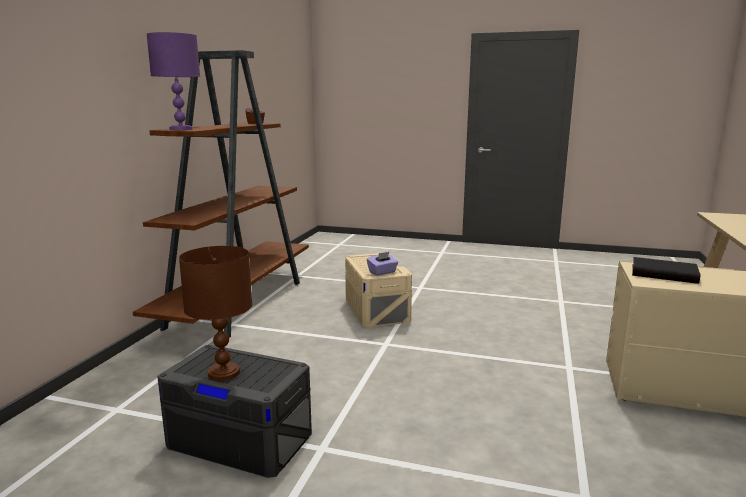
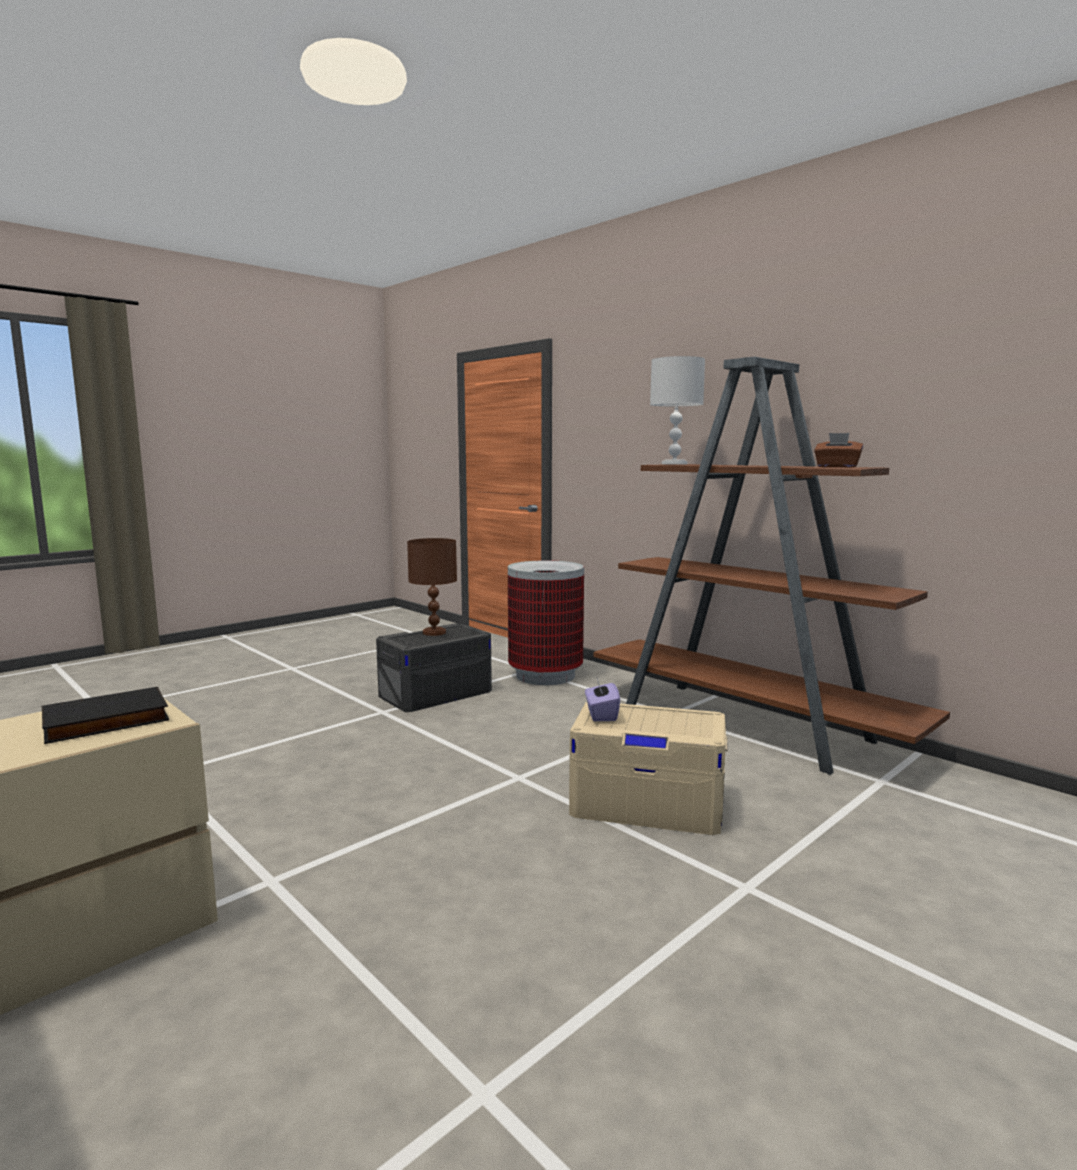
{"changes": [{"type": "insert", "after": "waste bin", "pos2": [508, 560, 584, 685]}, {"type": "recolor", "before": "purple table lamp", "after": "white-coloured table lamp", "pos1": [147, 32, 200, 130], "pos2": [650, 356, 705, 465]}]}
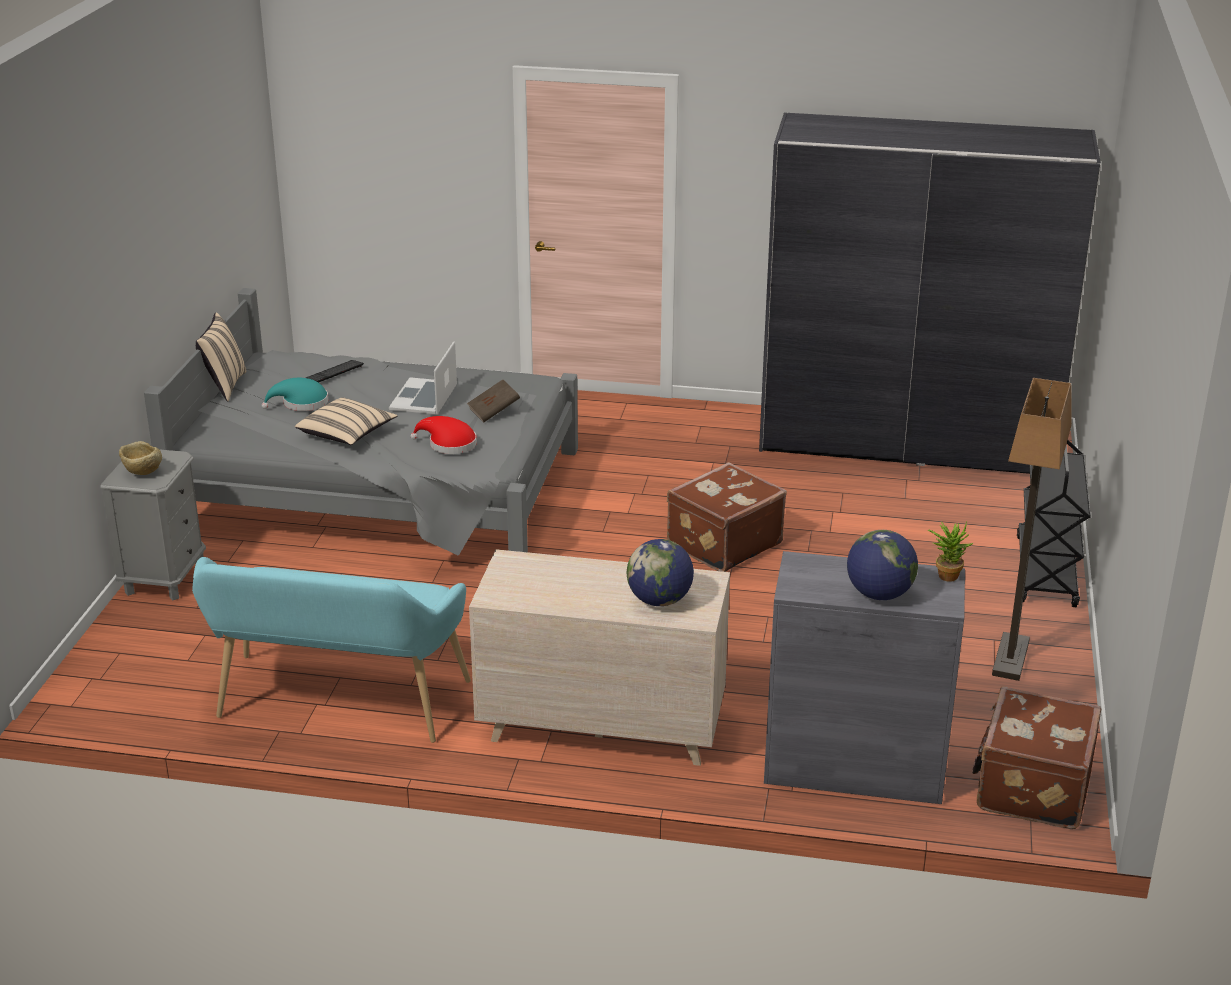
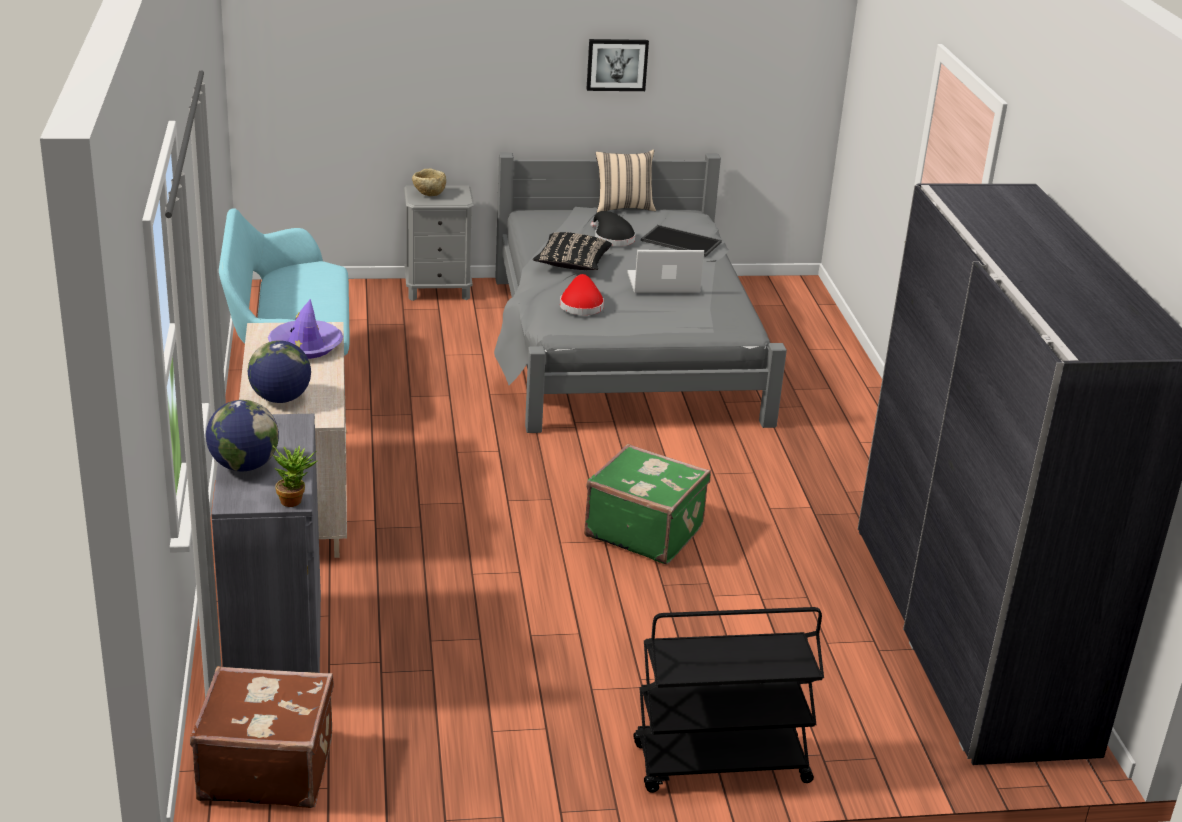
{"changes": [{"type": "insert", "after": "purple wearable hat", "pos2": [268, 299, 343, 359]}, {"type": "recolor", "before": "beige cushion", "after": "black cushion", "pos1": [295, 397, 397, 445], "pos2": [533, 232, 612, 270]}, {"type": "recolor", "before": "brown travel case", "after": "greenish travel case", "pos1": [667, 462, 787, 572], "pos2": [584, 444, 711, 564]}, {"type": "insert", "after": "wall picture", "pos2": [587, 39, 649, 91]}, {"type": "recolor", "before": "turquoise wearable hat", "after": "black wearable hat", "pos1": [262, 378, 328, 411], "pos2": [591, 211, 635, 246]}, {"type": "replace", "before": "keyboard", "after": "serving tray", "pos1": [306, 360, 364, 383], "pos2": [641, 225, 722, 257]}, {"type": "delete", "before": "brown book", "pos1": [467, 380, 520, 422]}, {"type": "delete", "before": "floor lamp", "pos1": [992, 378, 1072, 681]}]}
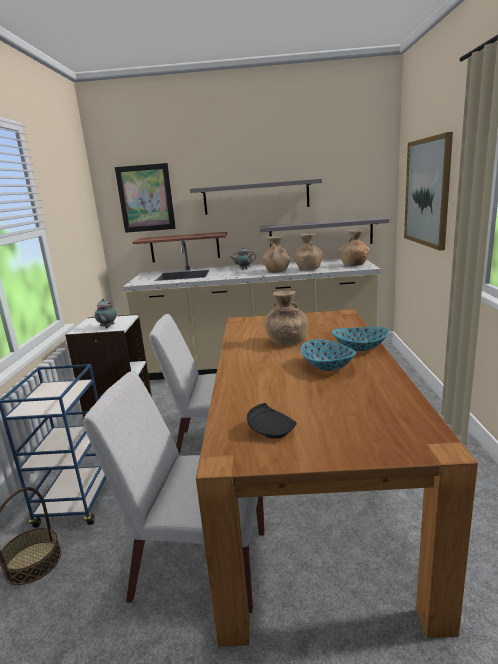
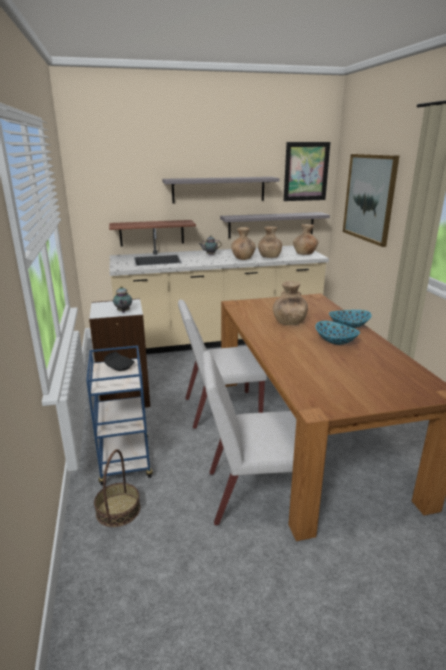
{"changes": [{"type": "move", "before": "black dinner plate", "pos1": [247, 403, 297, 438], "pos2": [104, 351, 135, 371]}, {"type": "move", "before": "wall picture", "pos1": [115, 163, 176, 233], "pos2": [284, 142, 330, 201]}]}
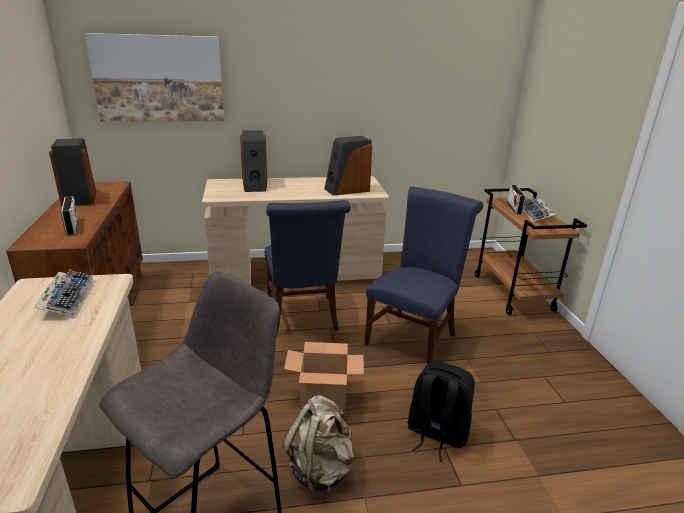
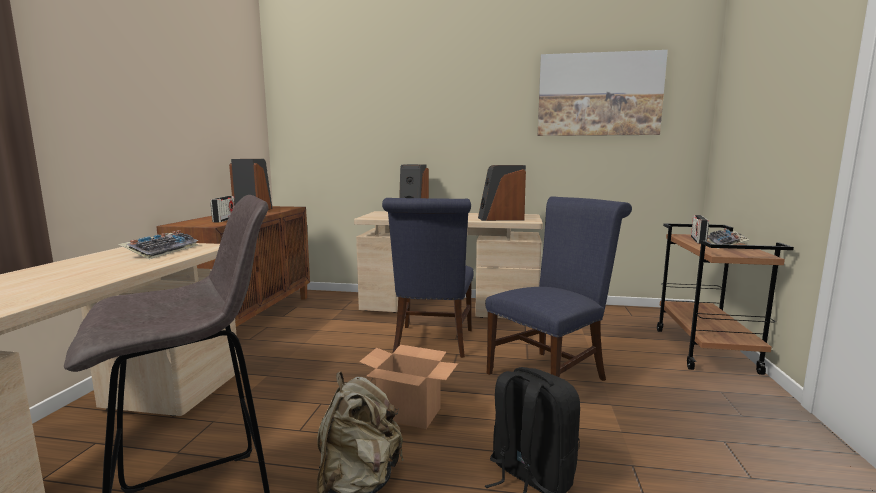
{"changes": [{"type": "move", "before": "wall picture", "pos1": [85, 33, 224, 122], "pos2": [538, 50, 668, 136]}]}
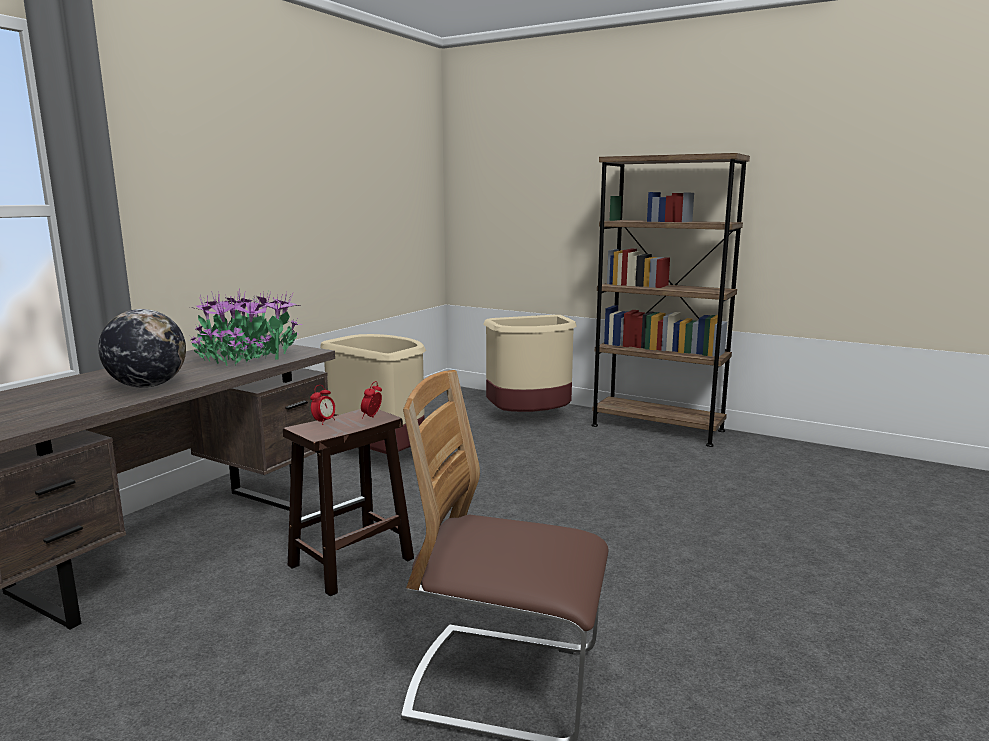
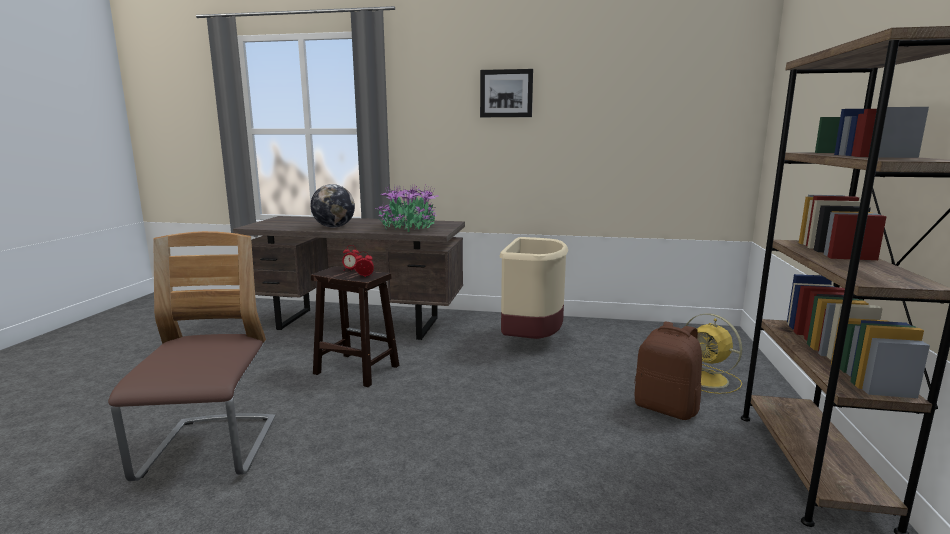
{"changes": [{"type": "insert", "after": "wall picture", "pos2": [480, 69, 533, 117]}, {"type": "insert", "after": "brown rucksack", "pos2": [635, 321, 702, 420]}, {"type": "replace", "before": "beige waste bin", "after": "yellow cooling fan", "pos1": [483, 315, 577, 412], "pos2": [685, 313, 743, 394]}]}
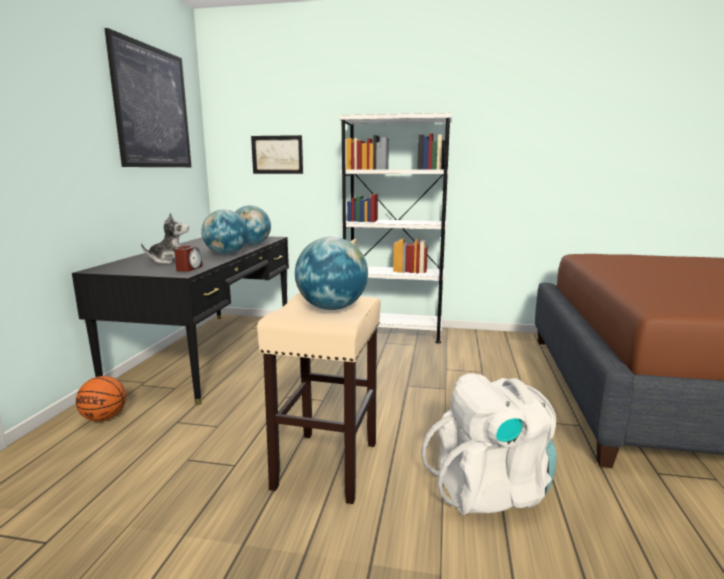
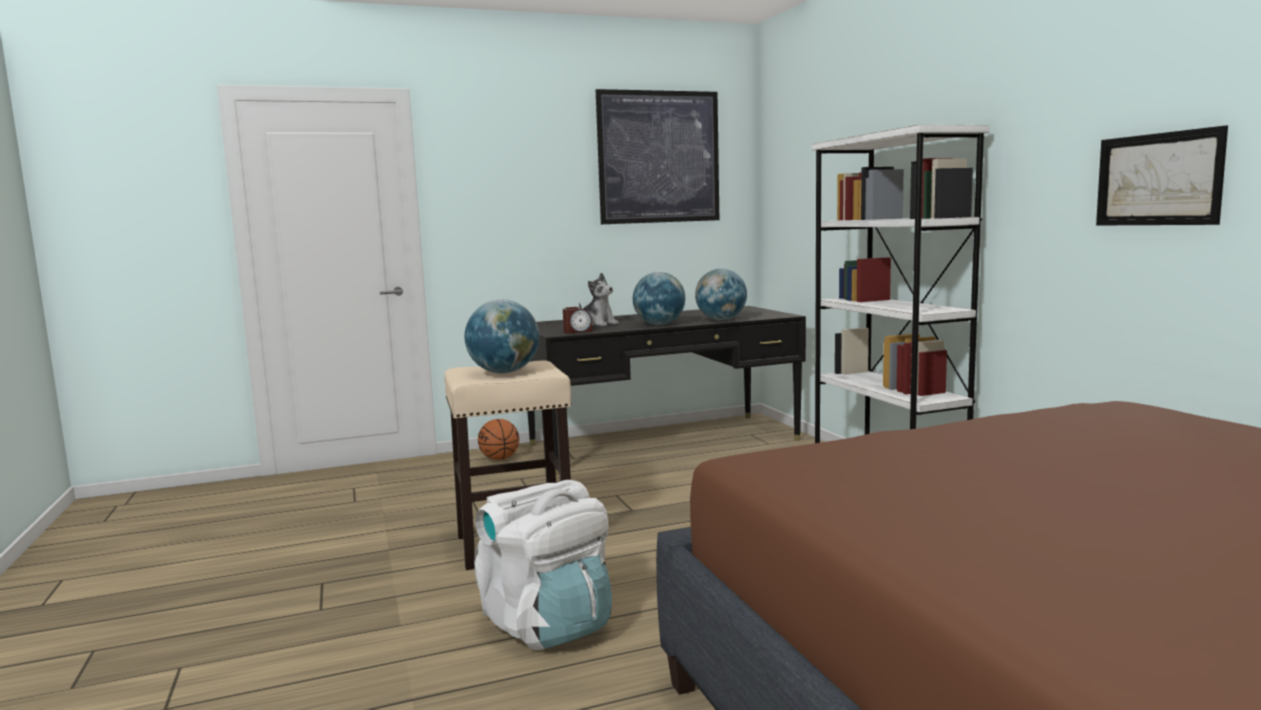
{"changes": [{"type": "move", "before": "wall picture", "pos1": [251, 135, 303, 174], "pos2": [1096, 125, 1228, 225]}]}
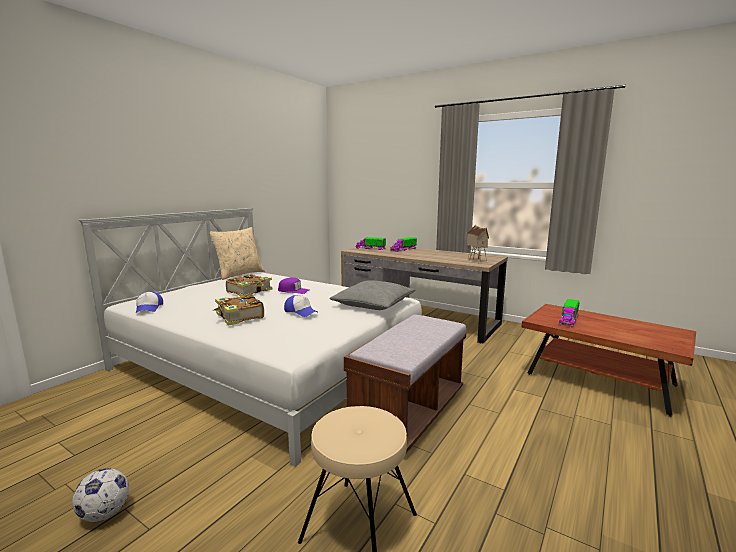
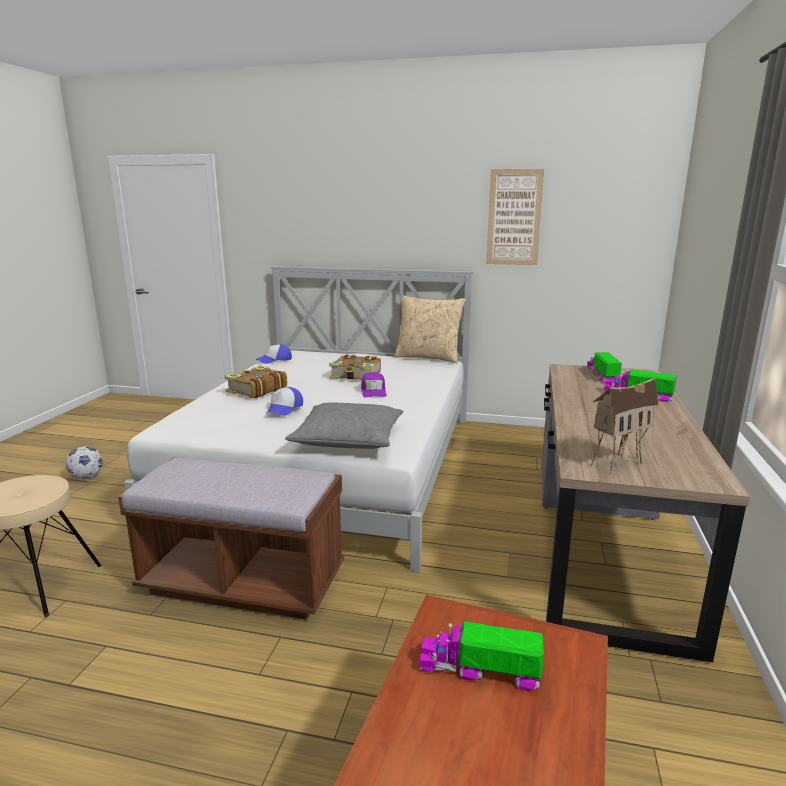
{"changes": [{"type": "insert", "after": "wall picture", "pos2": [486, 169, 544, 265]}]}
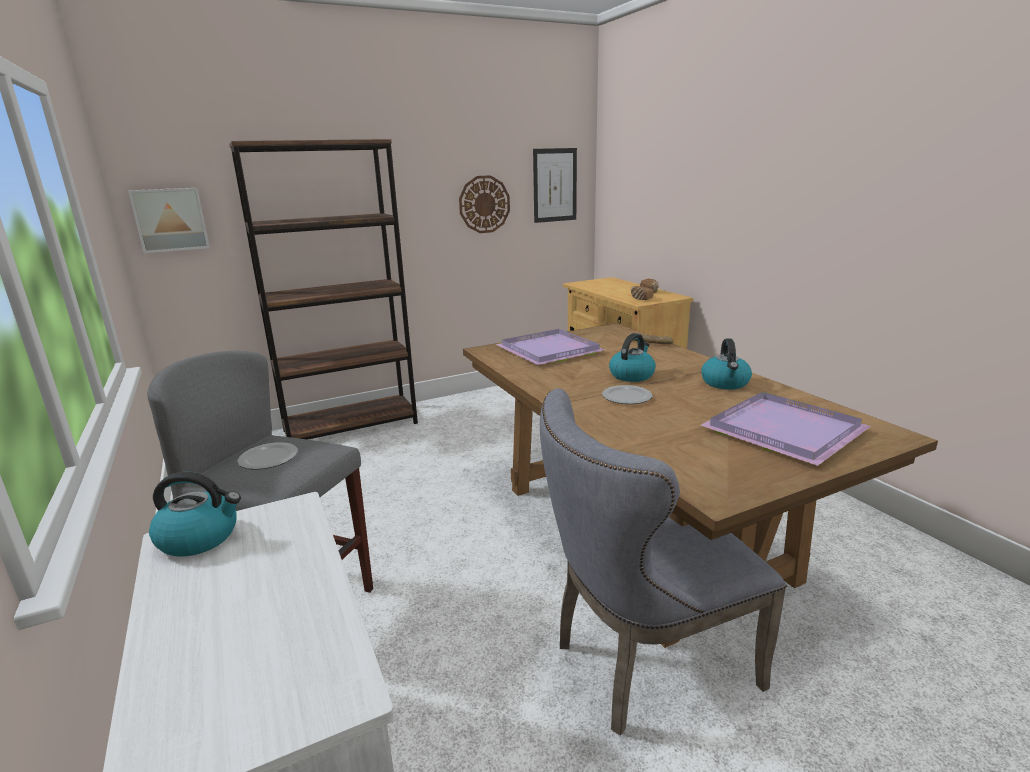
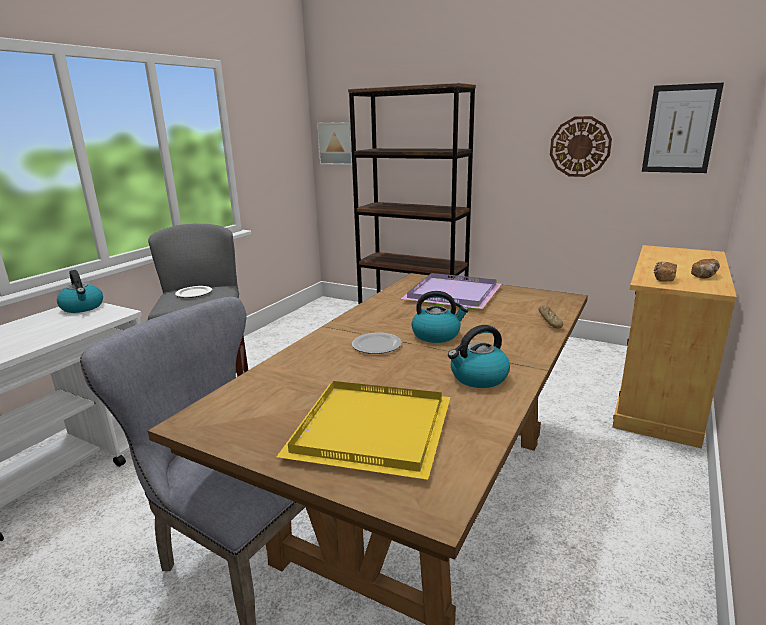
{"changes": [{"type": "recolor", "before": "purple serving tray", "after": "yellow serving tray", "pos1": [700, 392, 871, 466], "pos2": [277, 381, 450, 480]}]}
